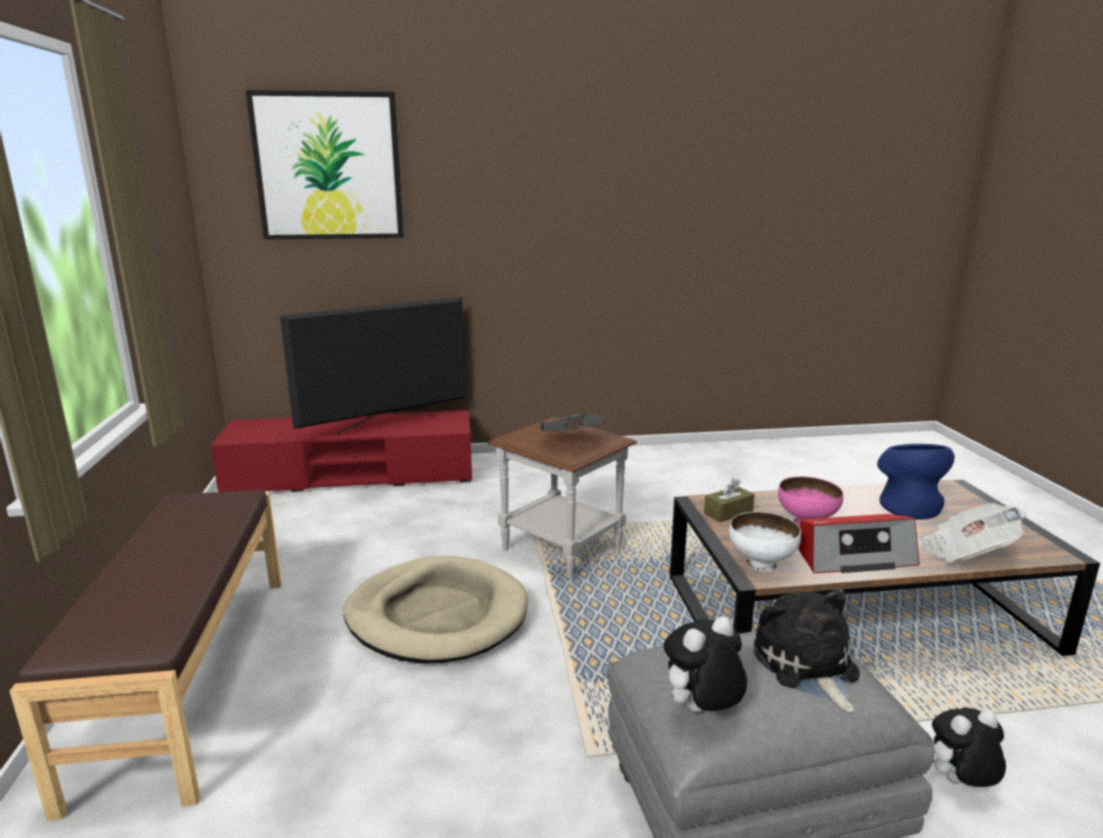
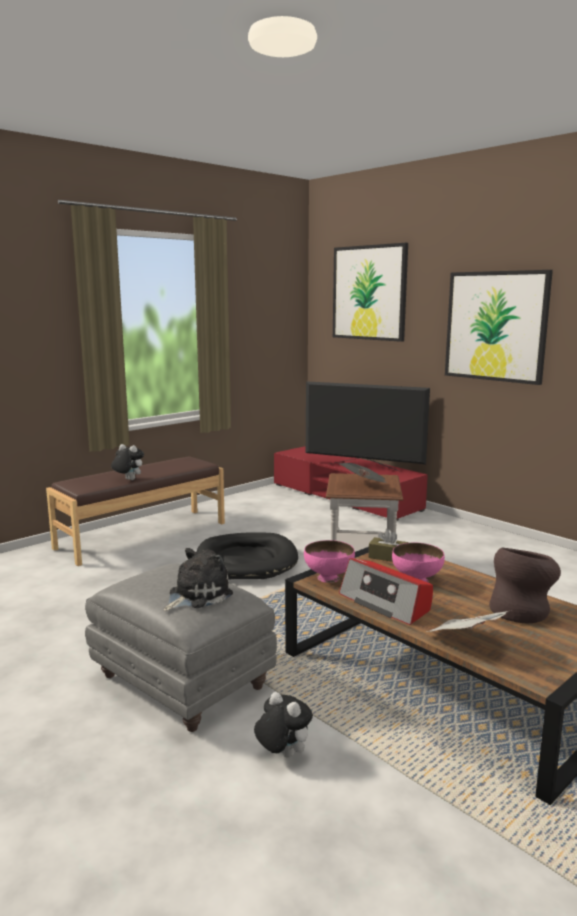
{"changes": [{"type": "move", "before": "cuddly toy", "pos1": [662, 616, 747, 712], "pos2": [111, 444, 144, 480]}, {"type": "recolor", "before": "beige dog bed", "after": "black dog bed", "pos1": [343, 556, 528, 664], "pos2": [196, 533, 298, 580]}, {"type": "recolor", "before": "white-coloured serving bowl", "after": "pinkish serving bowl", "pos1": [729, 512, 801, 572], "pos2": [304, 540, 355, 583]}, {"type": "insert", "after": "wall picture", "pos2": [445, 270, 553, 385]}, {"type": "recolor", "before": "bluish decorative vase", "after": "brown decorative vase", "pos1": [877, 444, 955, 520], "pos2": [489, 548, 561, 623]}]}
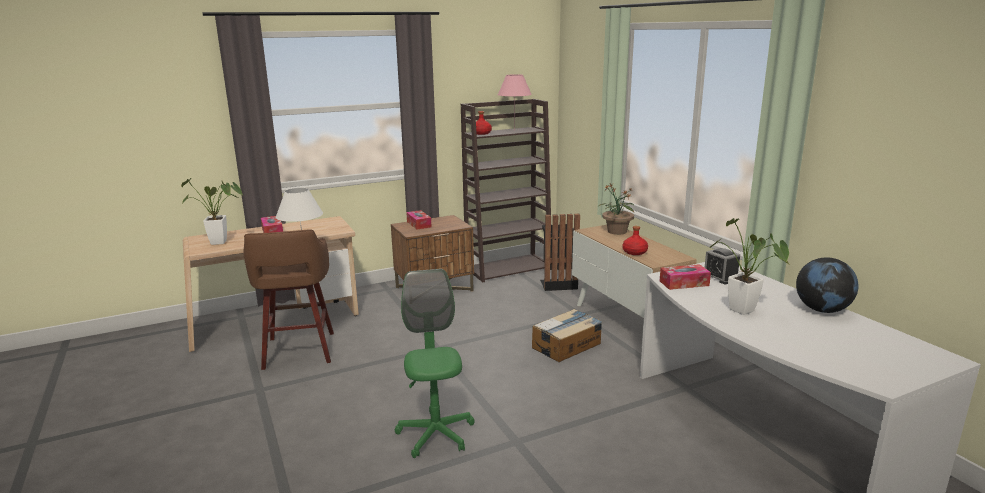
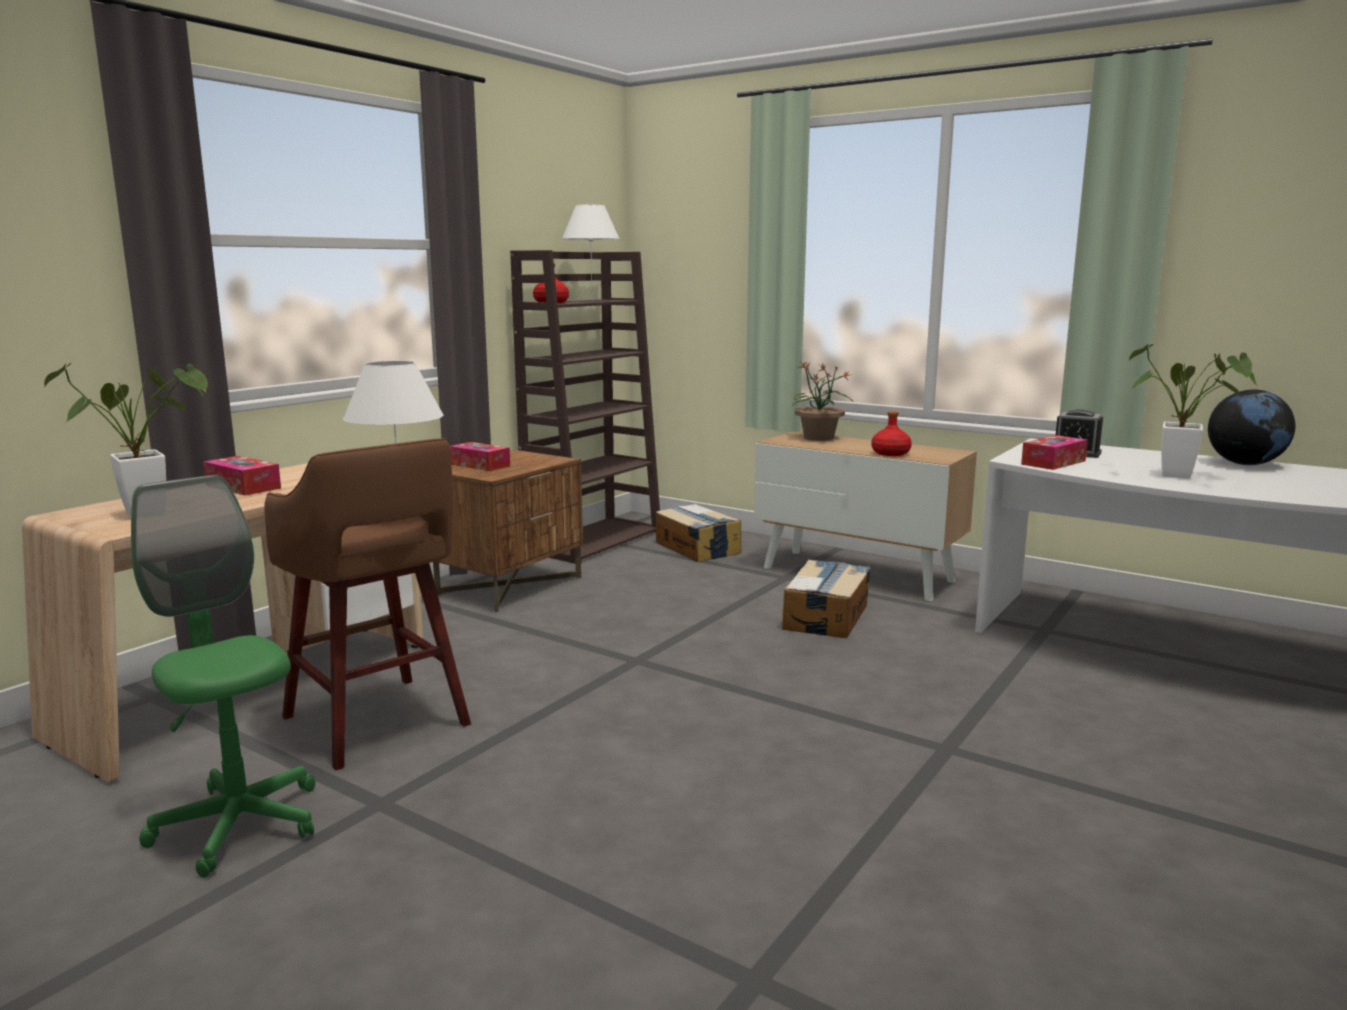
{"changes": [{"type": "move", "before": "greenish desk chair", "pos1": [395, 269, 475, 458], "pos2": [131, 475, 315, 878]}, {"type": "recolor", "before": "pinkish table lamp", "after": "white-coloured table lamp", "pos1": [498, 74, 532, 120], "pos2": [562, 205, 620, 292]}, {"type": "replace", "before": "black waste bin", "after": "carton", "pos1": [540, 214, 580, 291], "pos2": [656, 504, 742, 562]}]}
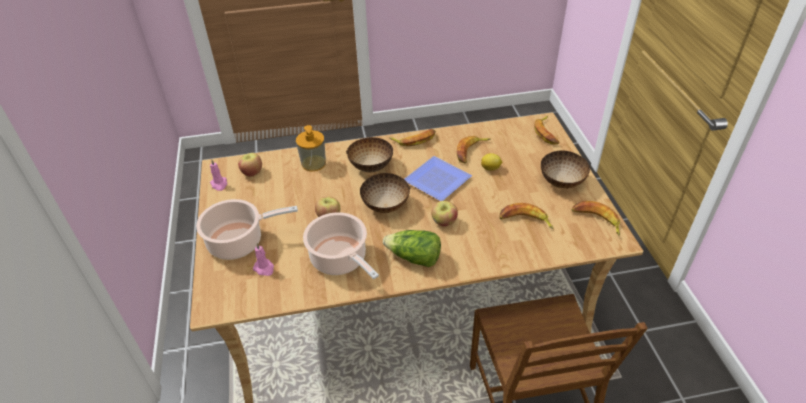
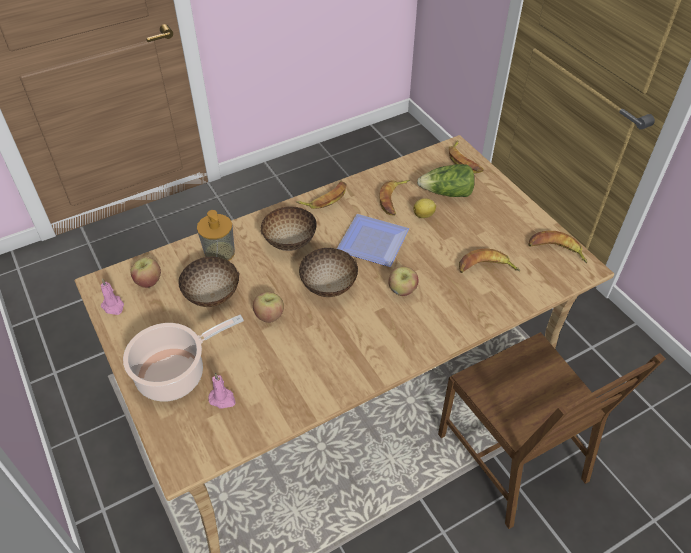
{"changes": [{"type": "move", "before": "serving bowl", "pos1": [541, 150, 591, 189], "pos2": [178, 257, 239, 307]}, {"type": "move", "before": "head of lettuce", "pos1": [383, 230, 441, 267], "pos2": [417, 164, 475, 197]}, {"type": "delete", "before": "saucepot", "pos1": [303, 212, 379, 279]}]}
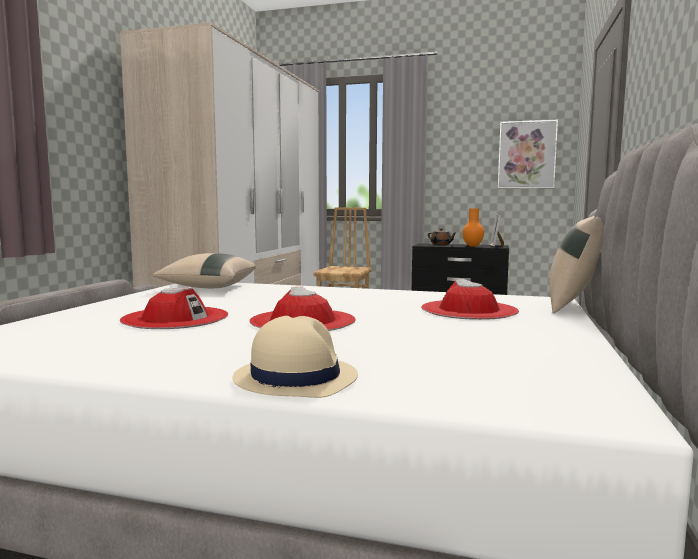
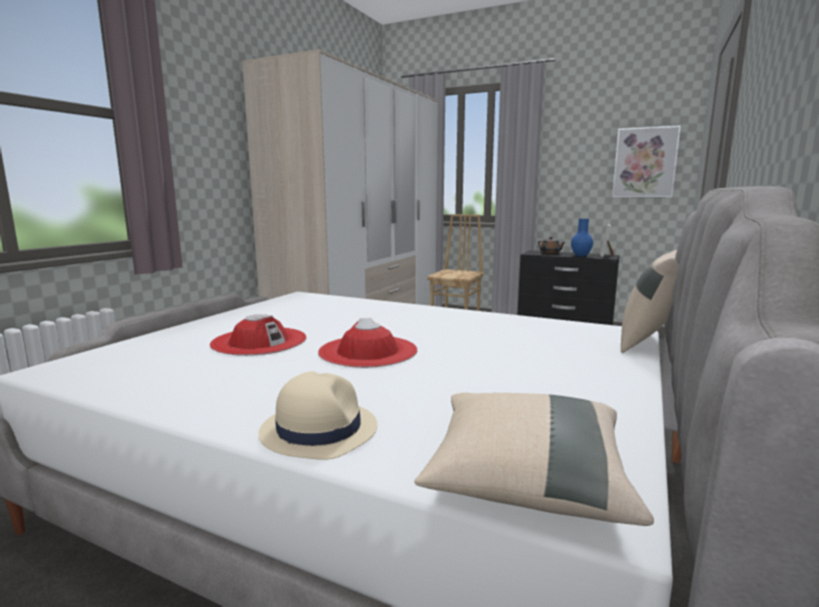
{"changes": [{"type": "move", "before": "beige cushion", "pos1": [152, 253, 256, 288], "pos2": [415, 392, 654, 526]}, {"type": "recolor", "before": "orange-coloured decorative vase", "after": "bluish decorative vase", "pos1": [462, 209, 484, 247], "pos2": [571, 219, 593, 257]}, {"type": "delete", "before": "red-coloured wearable hat", "pos1": [421, 279, 519, 320]}]}
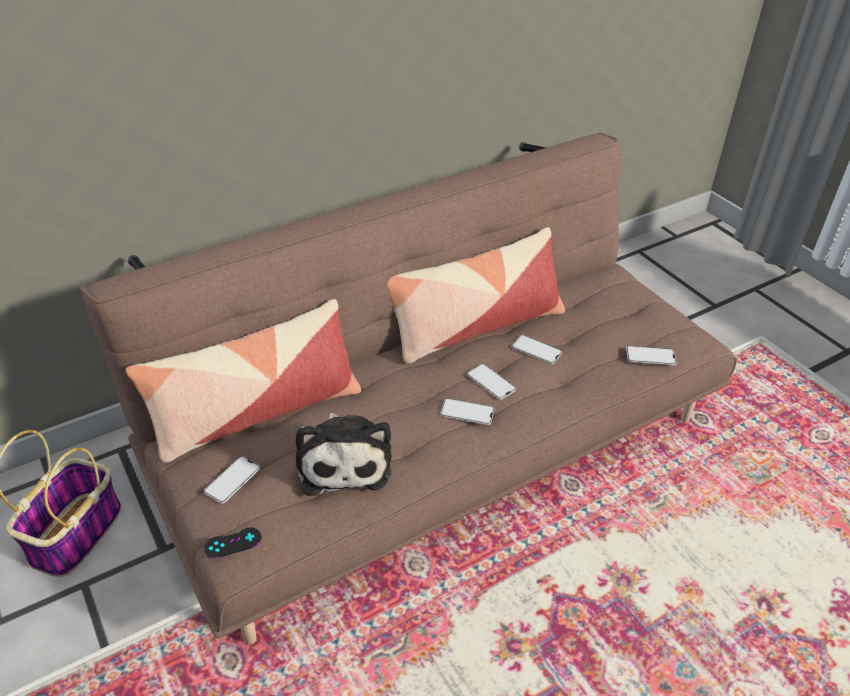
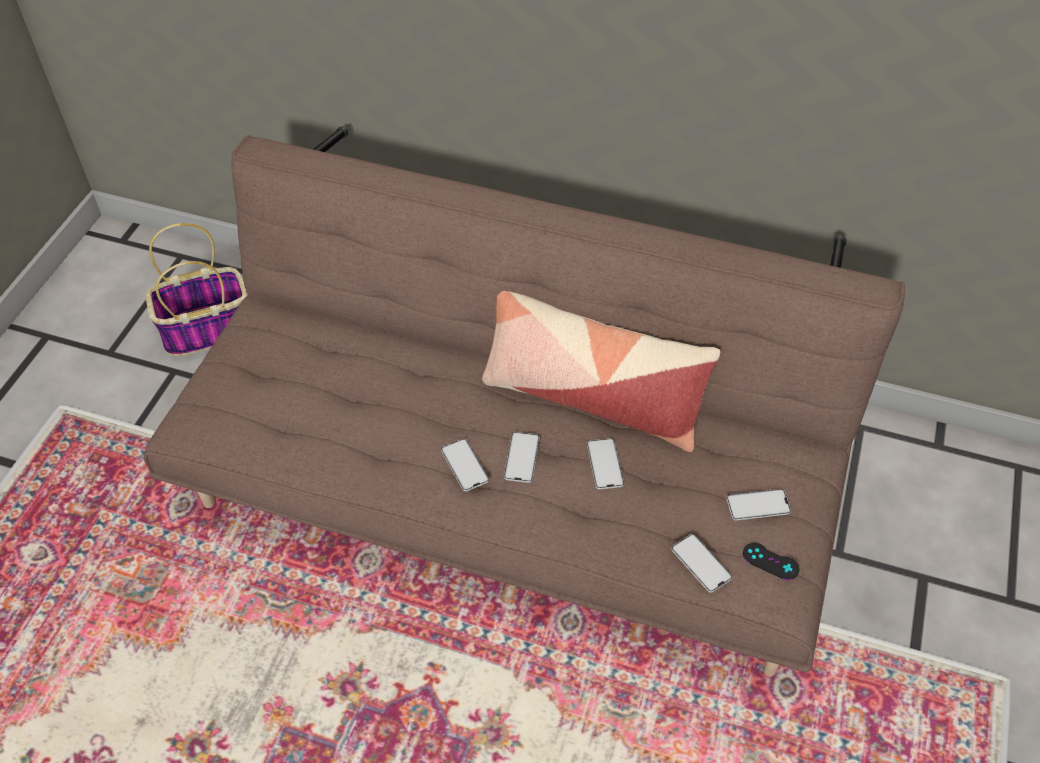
{"changes": [{"type": "move", "before": "phone", "pos1": [204, 456, 260, 504], "pos2": [726, 489, 791, 520]}, {"type": "move", "before": "black gamepad", "pos1": [204, 527, 262, 558], "pos2": [743, 543, 799, 580]}, {"type": "delete", "before": "cushion", "pos1": [126, 299, 361, 463]}, {"type": "delete", "before": "cuddly toy", "pos1": [295, 413, 392, 496]}]}
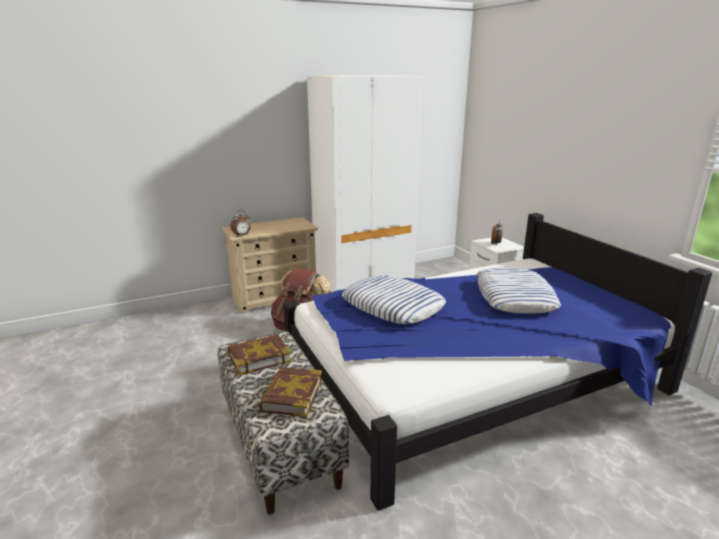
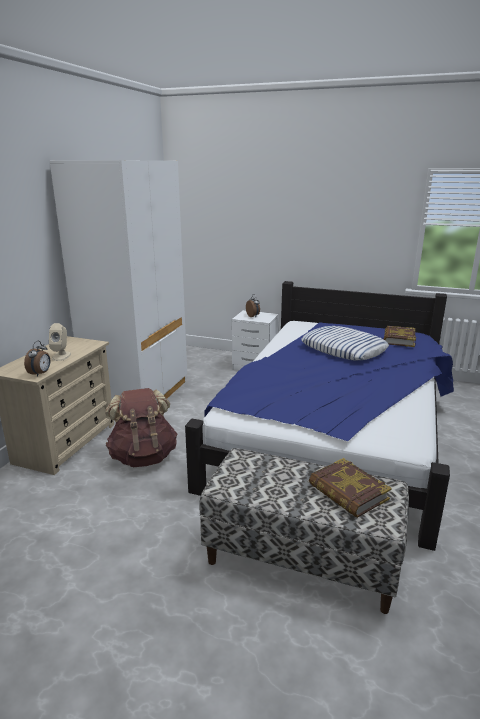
{"changes": [{"type": "insert", "after": "beige audio speaker", "pos2": [49, 323, 71, 361]}, {"type": "move", "before": "book", "pos1": [228, 334, 292, 375], "pos2": [384, 326, 416, 347]}, {"type": "delete", "before": "cushion", "pos1": [342, 275, 446, 324]}]}
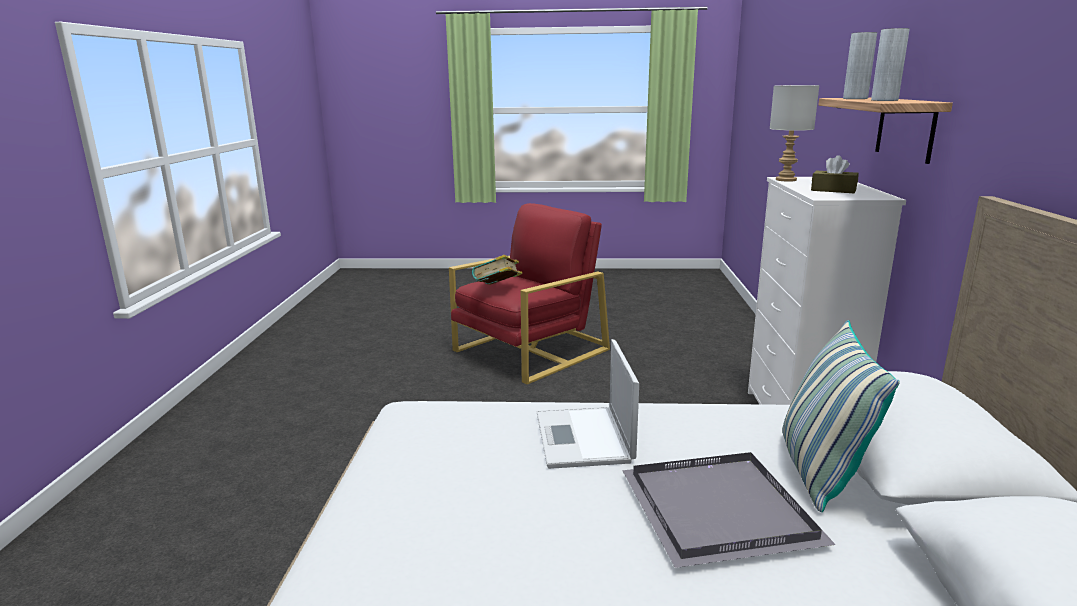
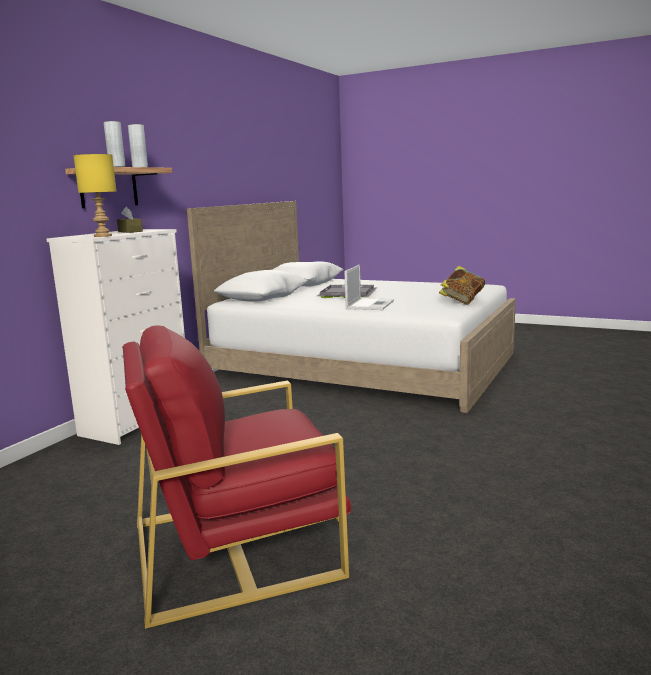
{"changes": [{"type": "recolor", "before": "grey table lamp", "after": "yellow table lamp", "pos1": [770, 85, 820, 182], "pos2": [73, 154, 116, 237]}, {"type": "move", "before": "book", "pos1": [472, 255, 522, 285], "pos2": [439, 266, 485, 305]}, {"type": "delete", "before": "cushion", "pos1": [782, 320, 900, 512]}]}
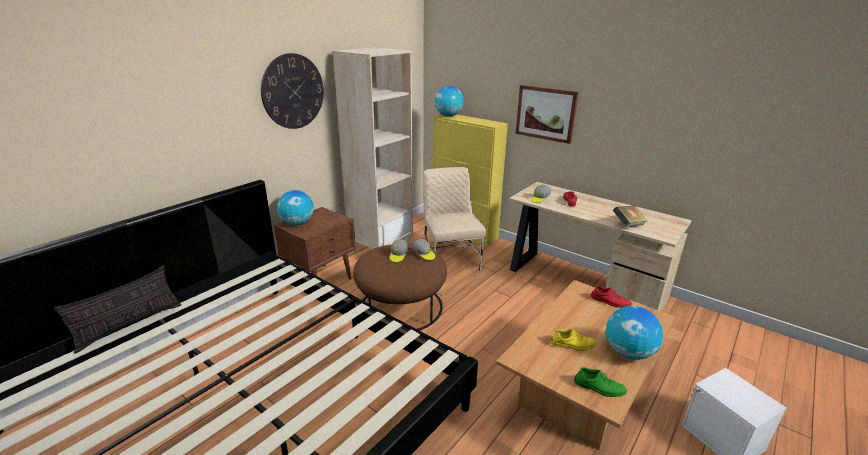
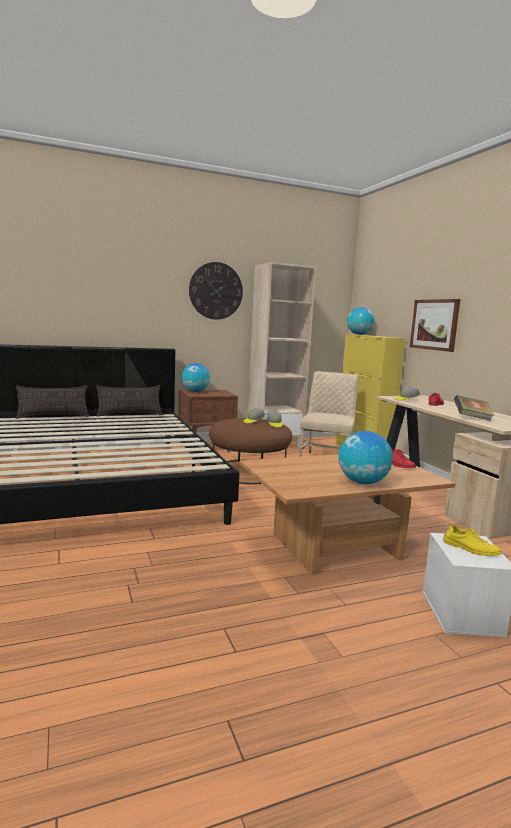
{"changes": [{"type": "insert", "after": "cushion", "pos2": [96, 385, 163, 417]}, {"type": "move", "before": "yellow item of footwear", "pos1": [551, 329, 596, 351], "pos2": [443, 524, 501, 556]}, {"type": "delete", "before": "greenish item of footwear", "pos1": [574, 367, 627, 397]}]}
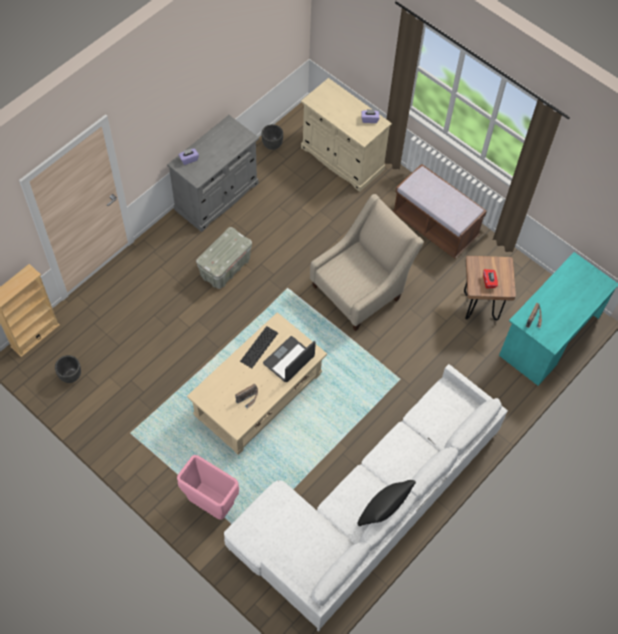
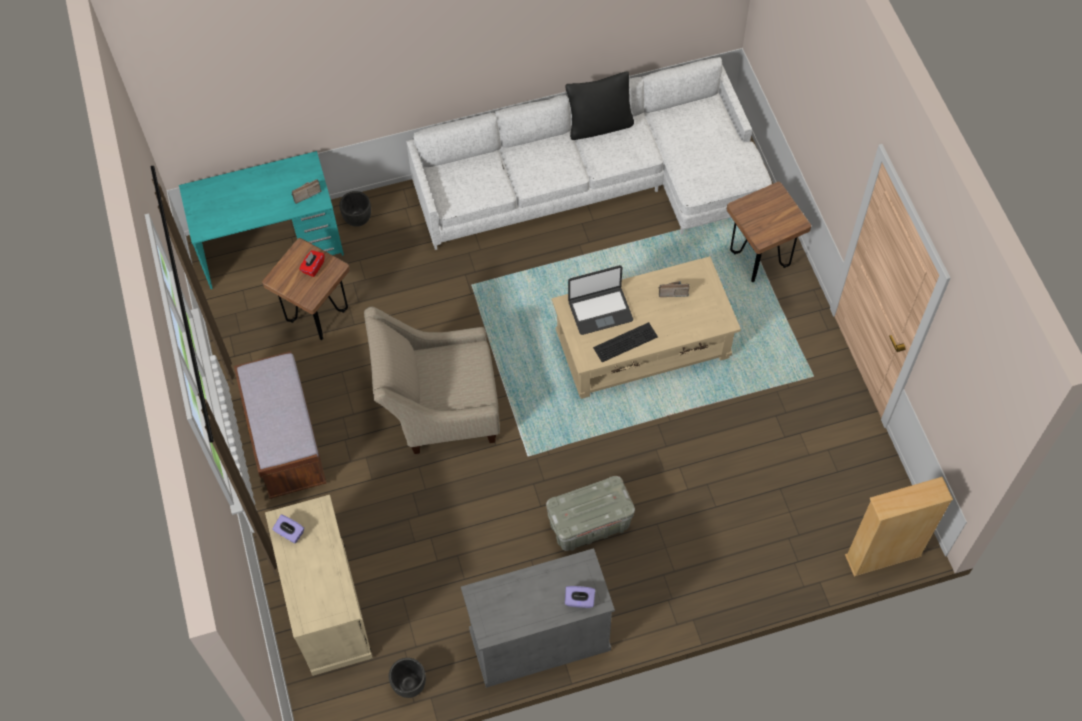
{"changes": [{"type": "move", "before": "black plant pot", "pos1": [55, 355, 81, 383], "pos2": [339, 191, 371, 227]}, {"type": "replace", "before": "pinkish waste bin", "after": "brown stool", "pos1": [177, 455, 239, 520], "pos2": [727, 182, 811, 282]}]}
